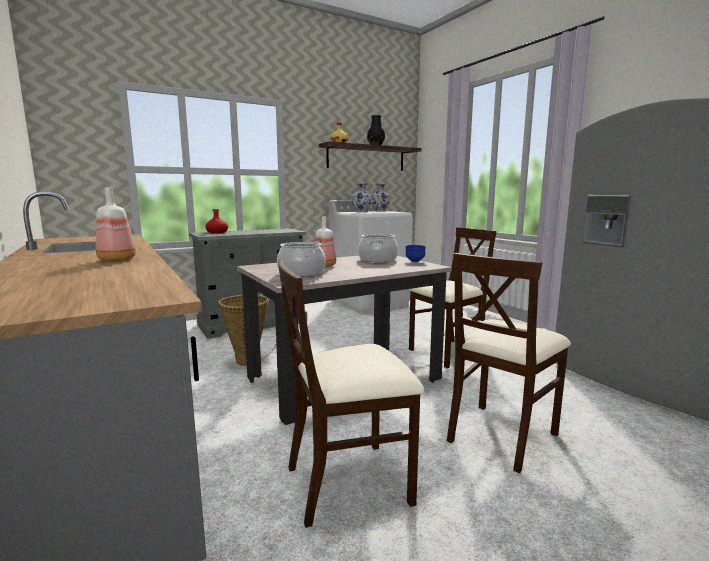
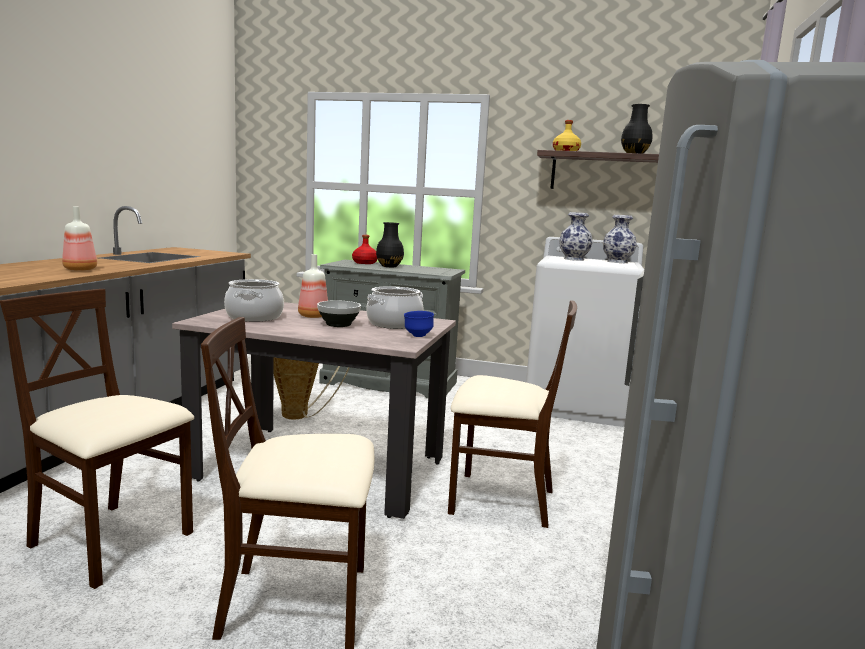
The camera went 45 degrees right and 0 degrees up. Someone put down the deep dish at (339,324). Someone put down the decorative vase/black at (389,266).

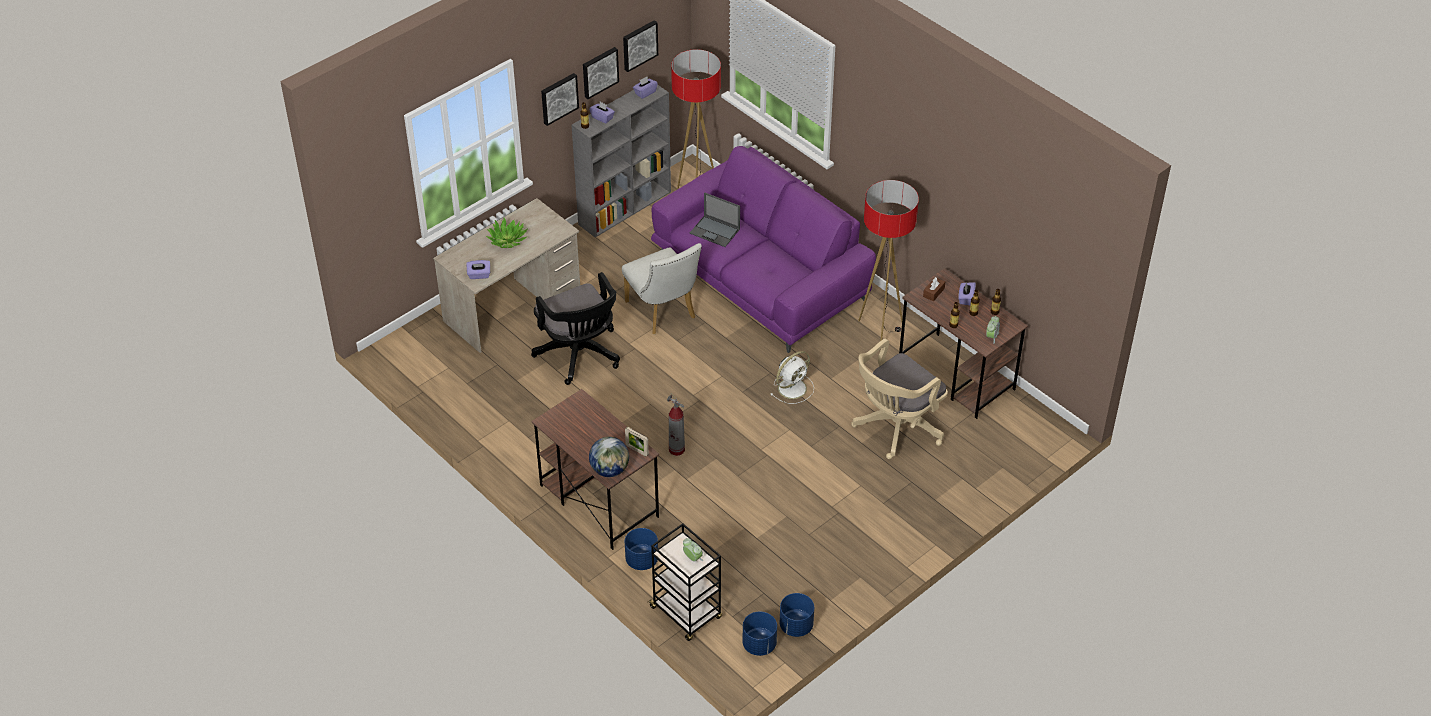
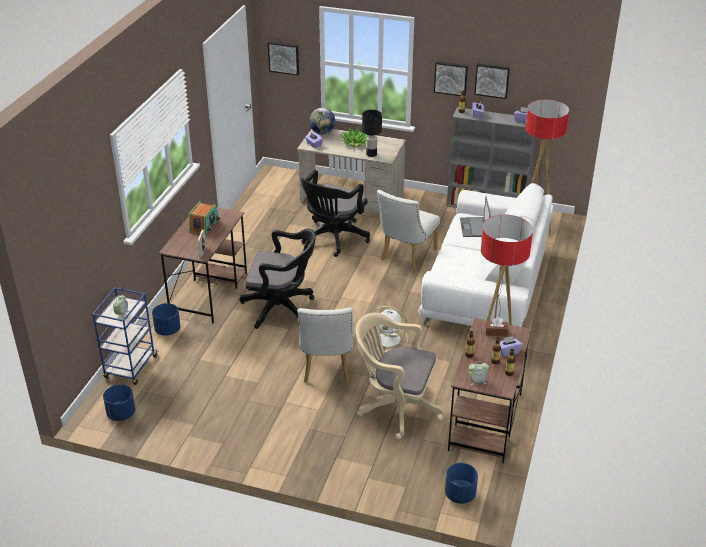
The camera went 60 degrees right and 10 degrees down. Someone put down the radio receiver at (204,225). Someone put down the chair/white at (326,369). Someone put down the table lamp/black at (371,154). Someone carried the world globe from (610,470) to (322,133). Someone carried the wall art from (639,45) to (284,57). Someone carried the plant pot/bluish from (796,626) to (460,495). Someone swapped the fire-fighting cylinder at (677,449) for the desk chair/black at (282,308). Someone repainted the wheeled cart/black at (686,613), which became the wheeled cart/bluish at (131,368). Someone repainted the settee/purplish at (761,277), which became the settee/white at (485,285).

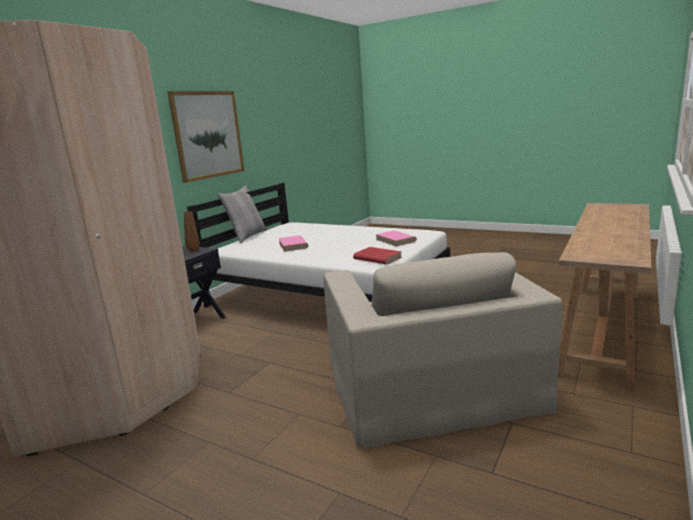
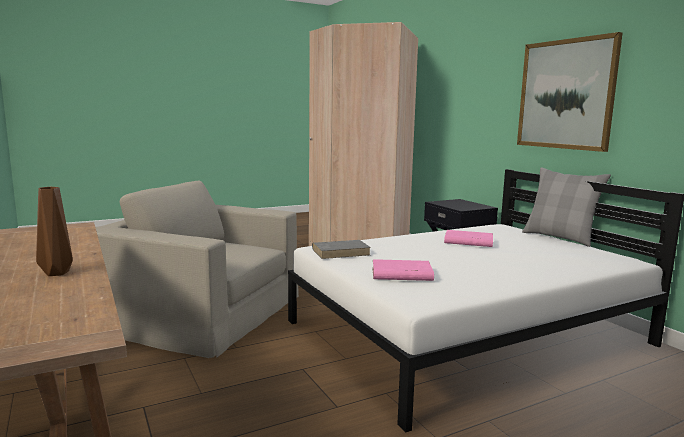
The camera went 120 degrees right and 5 degrees down. Someone carried the decorative vase/brownish from (194,250) to (55,273). Someone repainted the bound book/red at (377,258), which became the bound book/grey at (341,252).

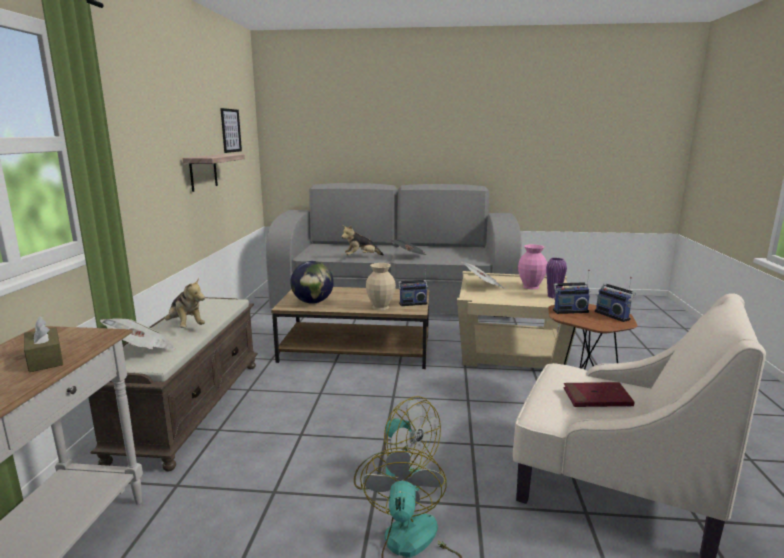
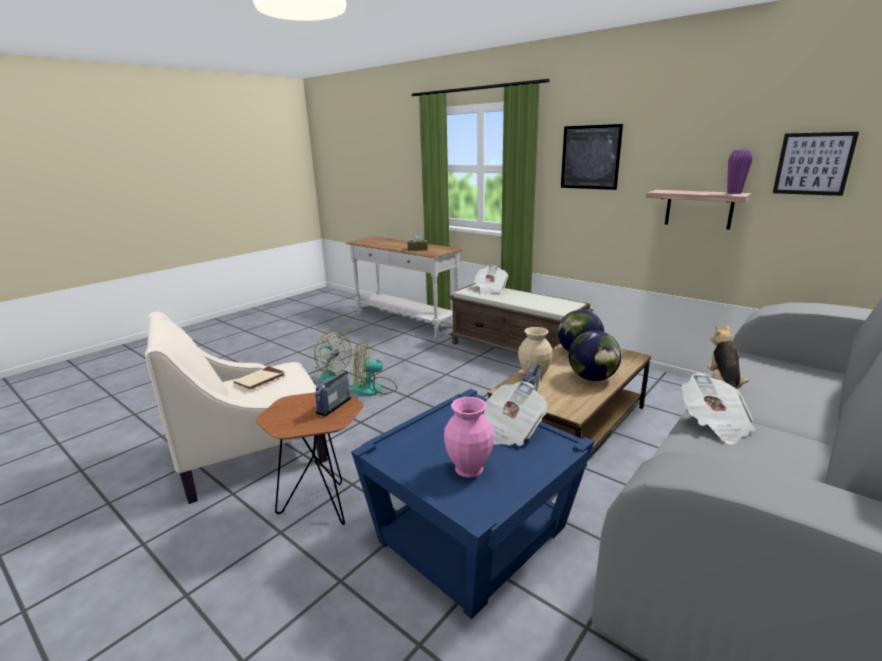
The camera went 125 degrees right and 5 degrees up. Someone took away the plush toy at (185,326). Someone took away the radio receiver at (613,315). Someone put up the wall art at (590,157). Someone put down the world globe at (592,378). Someone carried the decorative vase/purplish from (553,296) to (734,193). Someone repainted the accent table/sand-coloured at (511,351), which became the accent table/bluish at (474,535). Someone repainted the bound book/red at (597,398), which became the bound book/sand-coloured at (260,380).

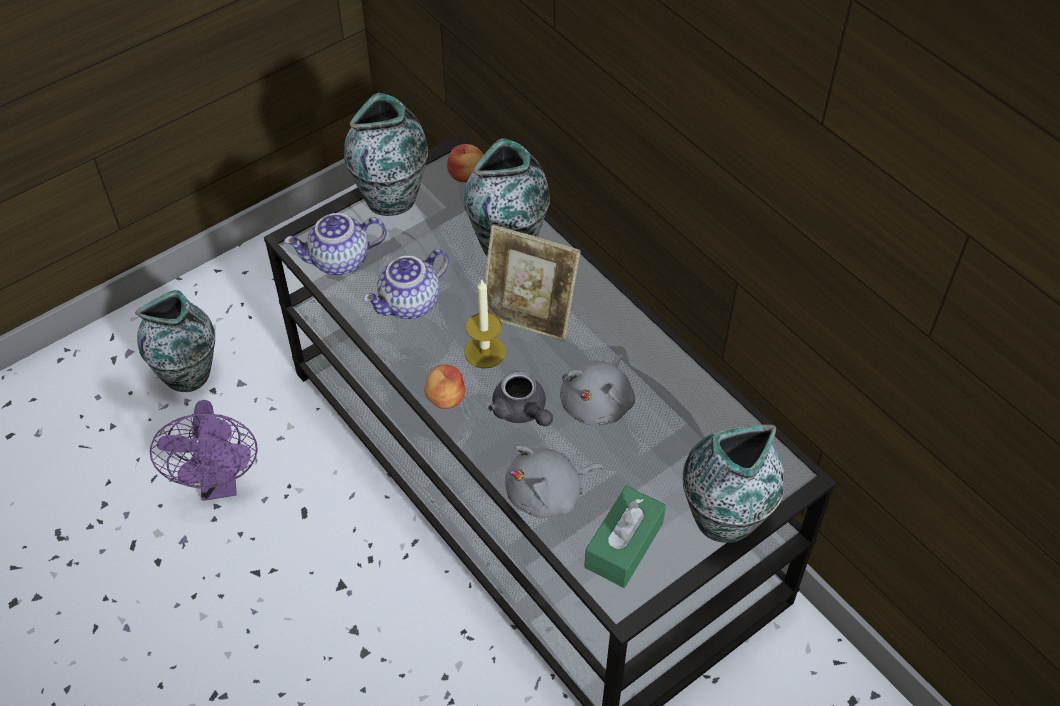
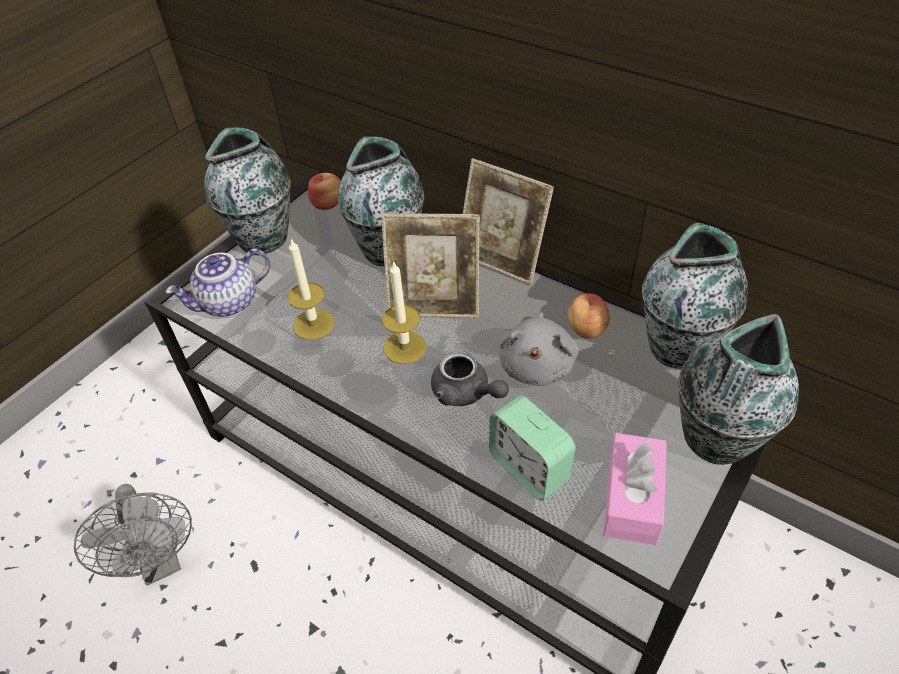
The camera went 15 degrees left and 5 degrees down. Someone put down the photo frame at (501,260). Someone carried the decorative vase from (189,374) to (679,346). Someone carried the apple fruit from (445,398) to (585,329). Someone swapped the tea pot at (410,304) for the wax candle at (313,324). Someone swapped the plush toy/grey at (548,494) for the table clock at (529,468). Someone repainted the cooling fan/purplish at (220,483), which became the cooling fan/grey at (161,562). Someone repainted the tissue box/greenish at (624,545), which became the tissue box/pink at (632,498).

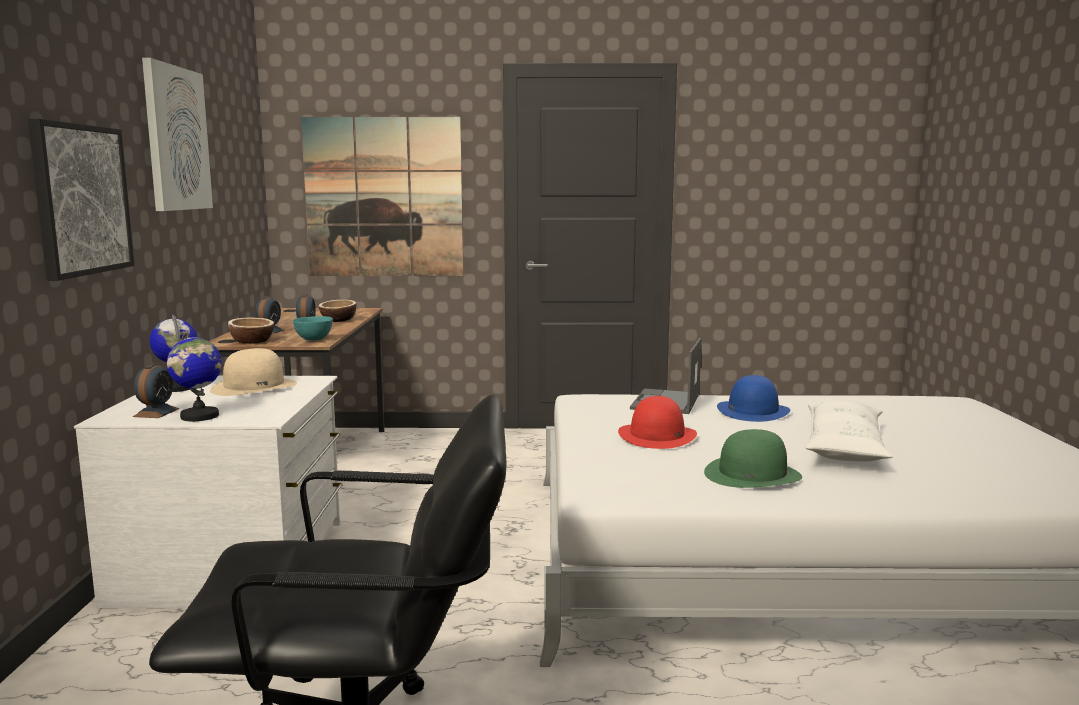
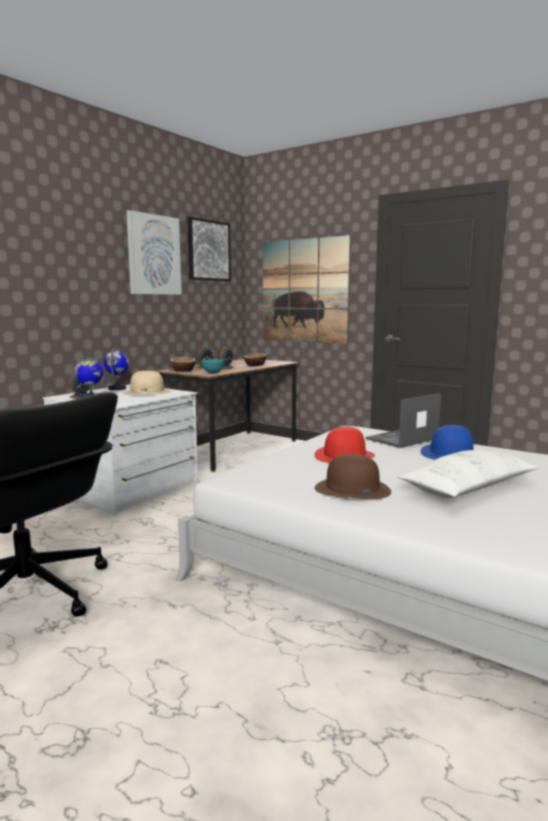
The camera went 35 degrees right and 0 degrees up. Someone carried the wall art from (81,199) to (208,250). Someone repainted the hat/greenish at (752,474), which became the hat/brownish at (352,489).

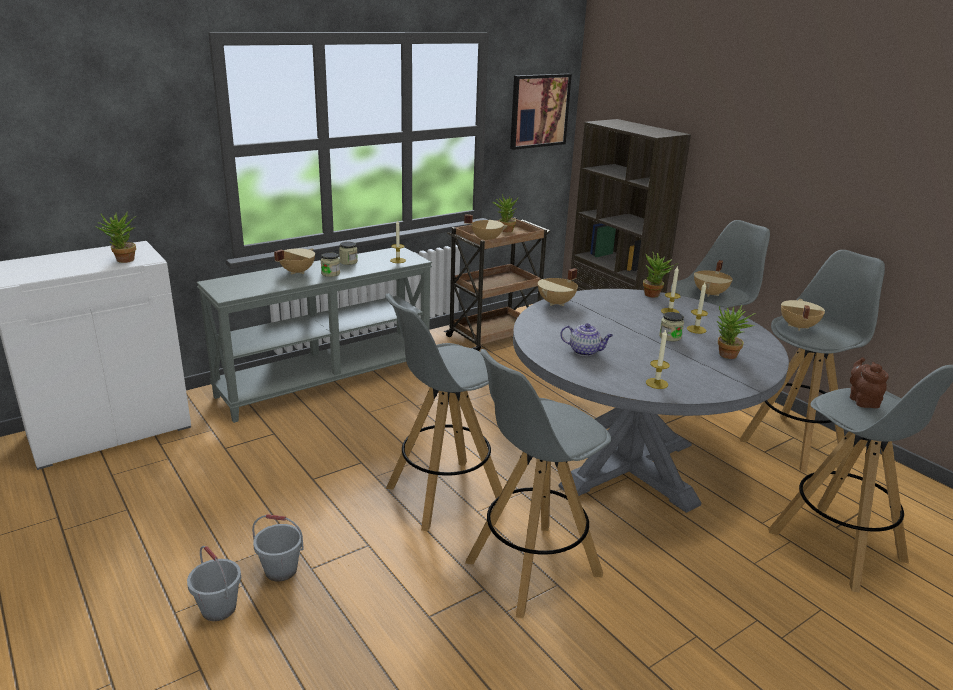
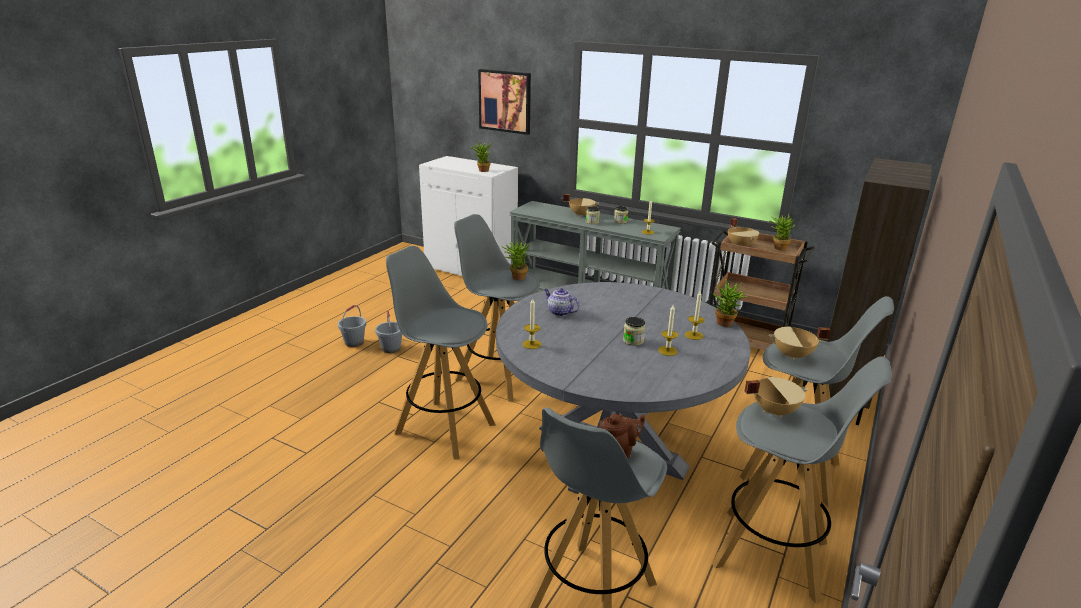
The camera went 65 degrees right and 0 degrees up. Someone took away the saucepot/sand-coloured at (556,303). Someone carried the wall art from (539,110) to (505,101). Someone carried the potted plant from (726,356) to (516,277). Someone rotated the tea pot at (585,351) by 135 degrees clockwise.

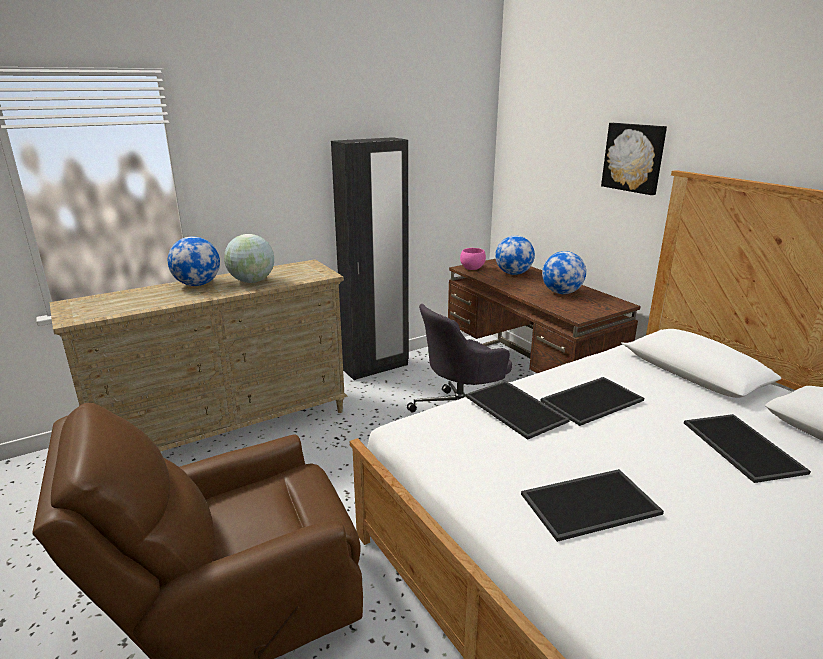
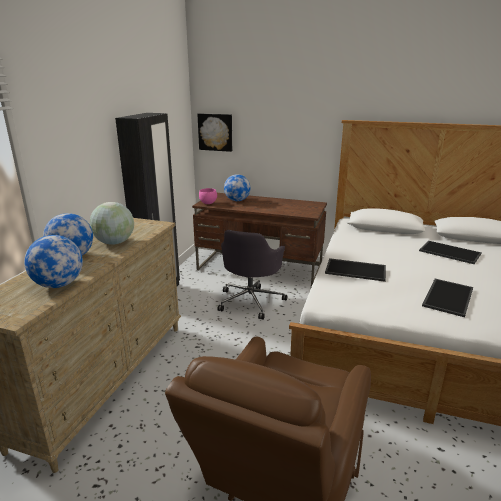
The camera went 40 degrees left and 0 degrees up. Someone took away the serving tray at (591,400). Someone carried the world globe from (561,293) to (59,285). Someone carried the wall art from (634,157) to (215,132).

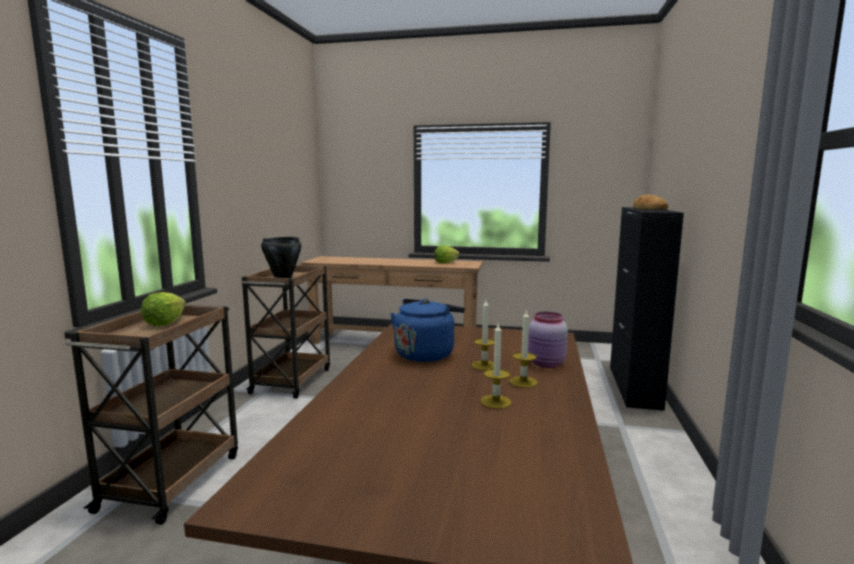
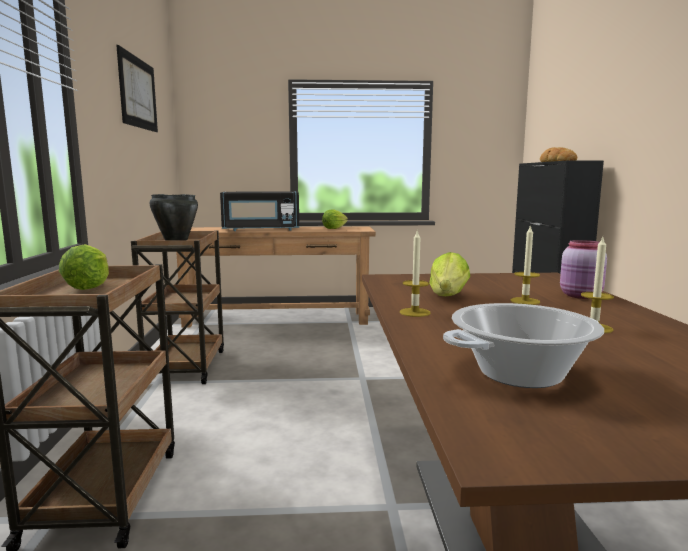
The camera went 15 degrees left and 0 degrees up. Someone put up the wall art at (138,93). Someone put down the microwave/black at (261,230). Someone put down the saucepot at (521,374). Someone carried the wax candle from (523,382) to (415,312). Someone swapped the kettle/bluish at (426,354) for the lettuce head at (448,296).

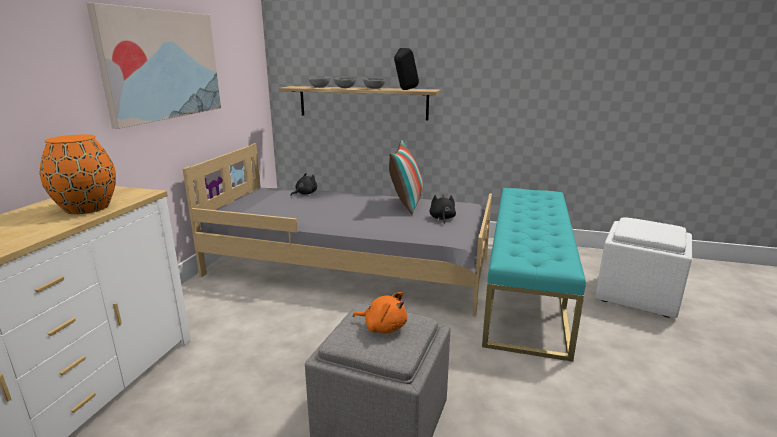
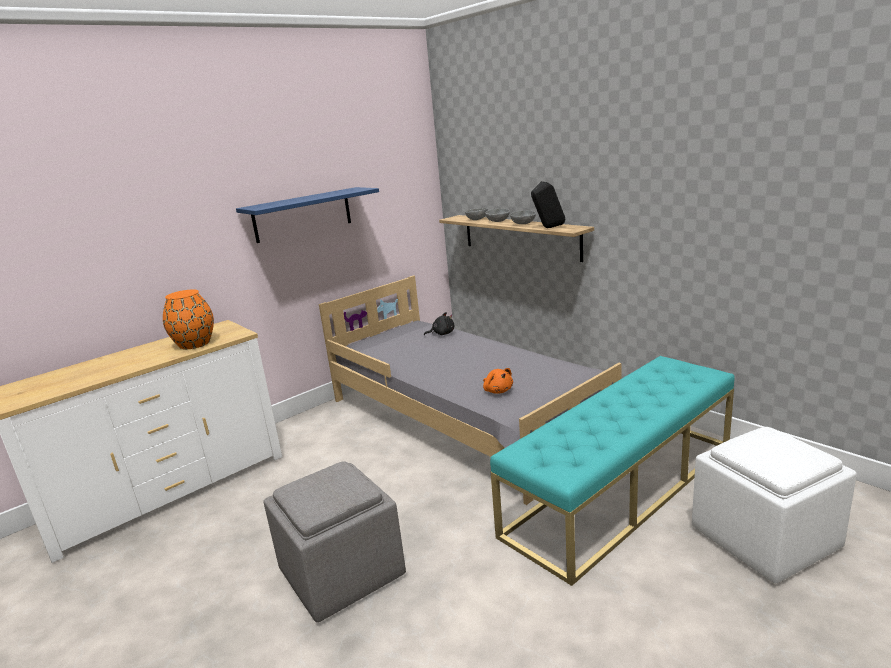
The camera went 35 degrees right and 0 degrees up. Someone took away the pillow at (406,204). Someone took away the plush toy/black at (442,218). Someone carried the plush toy/orangey from (383,327) to (497,390). Someone swapped the wall art at (162,65) for the bracket shelf/bluish at (303,214).

